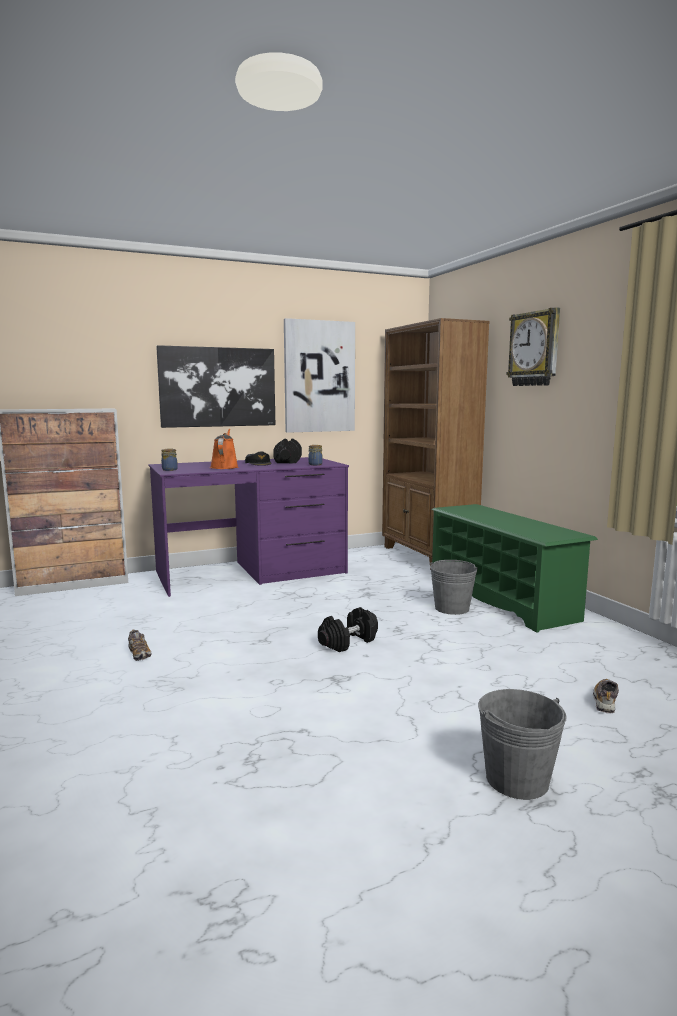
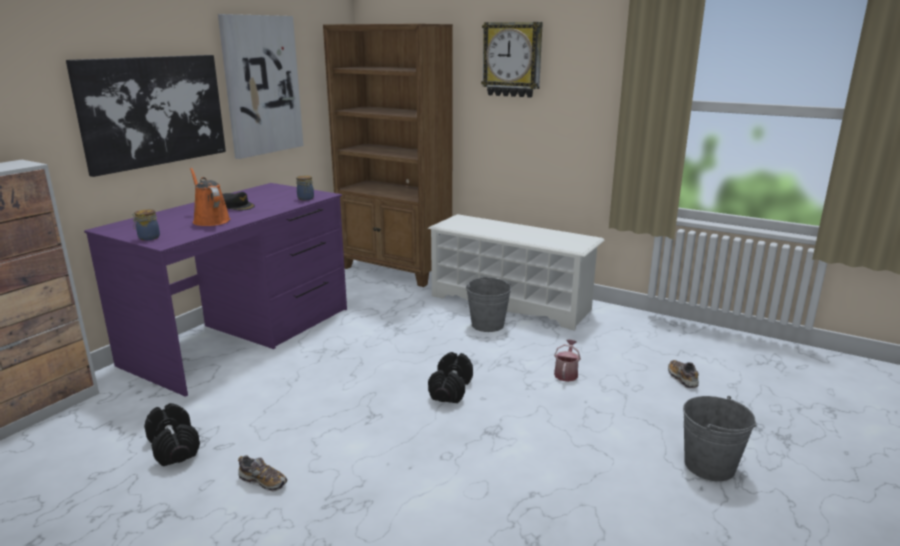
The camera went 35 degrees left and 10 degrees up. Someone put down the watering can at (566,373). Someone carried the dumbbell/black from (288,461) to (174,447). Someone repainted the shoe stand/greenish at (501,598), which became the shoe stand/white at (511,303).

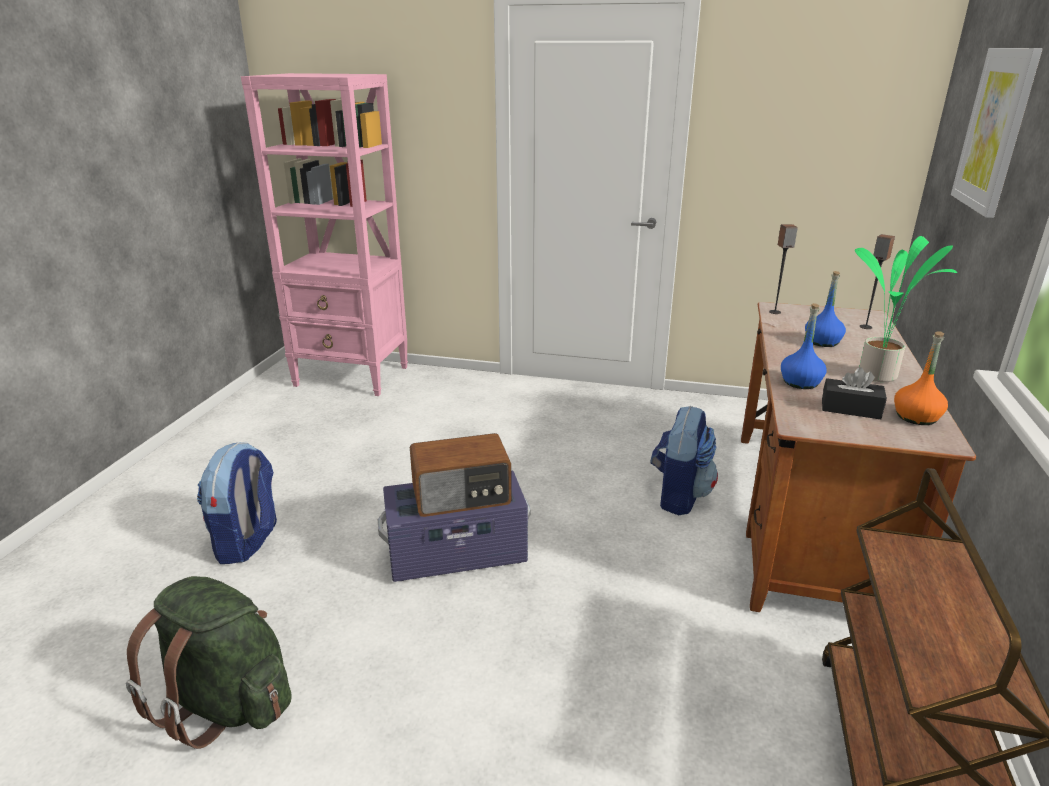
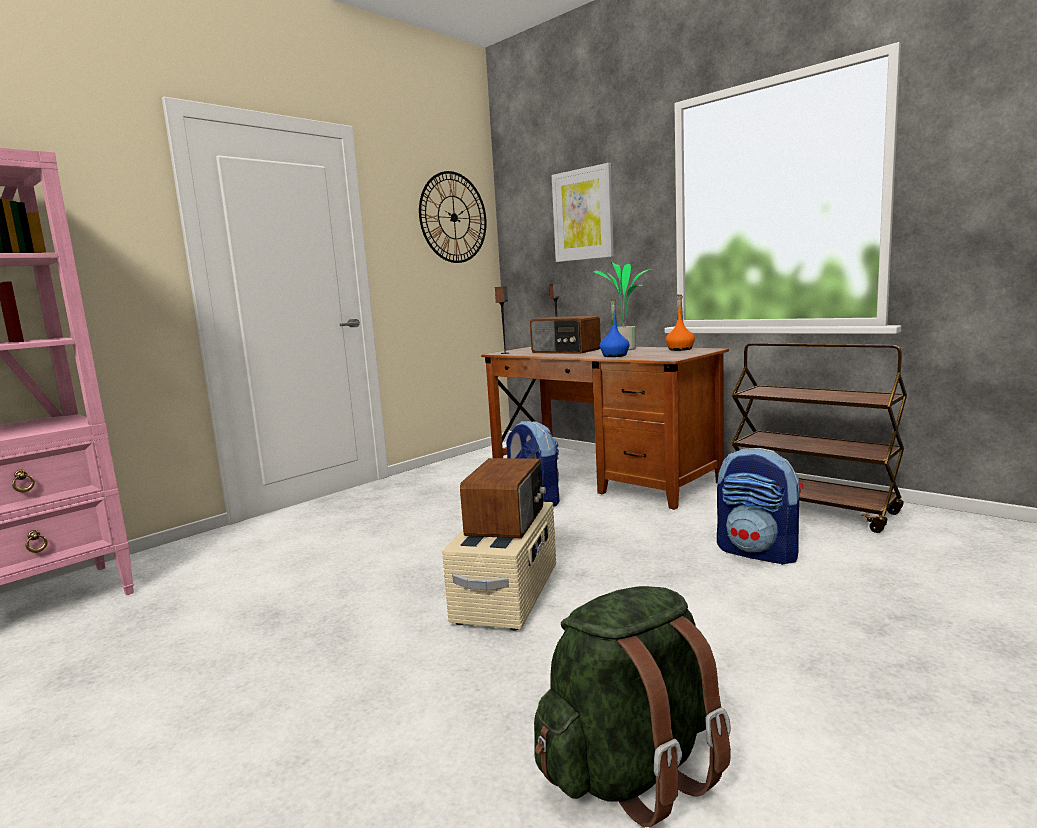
The camera went 60 degrees left and 15 degrees down. Someone took away the tissue box/black at (850,409). Someone put up the hanging clock at (453,217). Someone carried the backpack from (248,542) to (758,552). Someone swapped the bottle/bluish at (822,342) for the radio receiver at (565,351). Someone repainted the storage bin/purplish at (457,554), which became the storage bin/sand-coloured at (507,594).

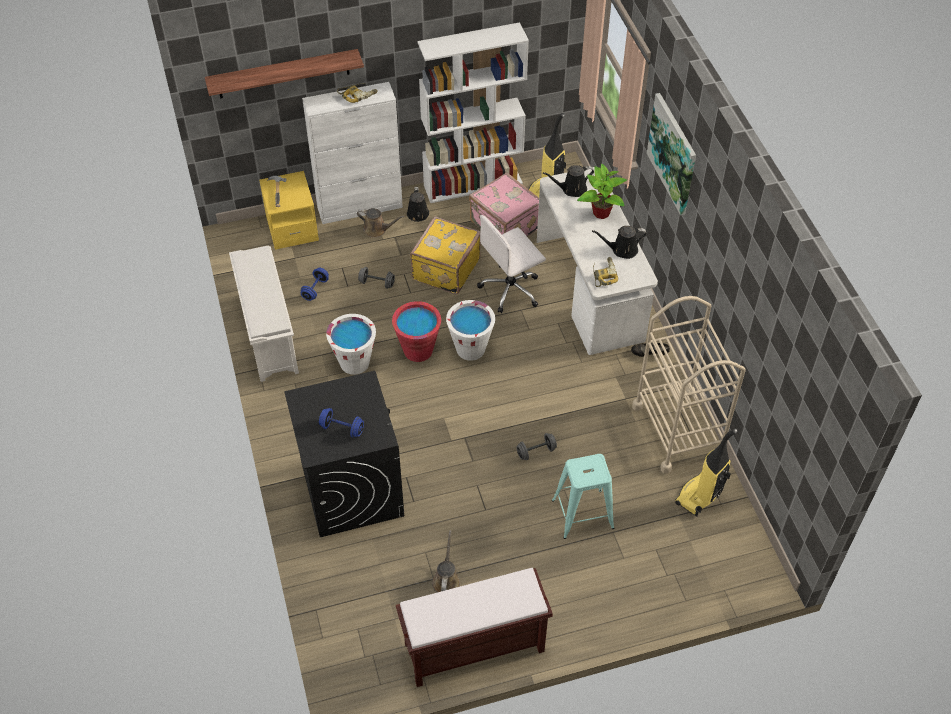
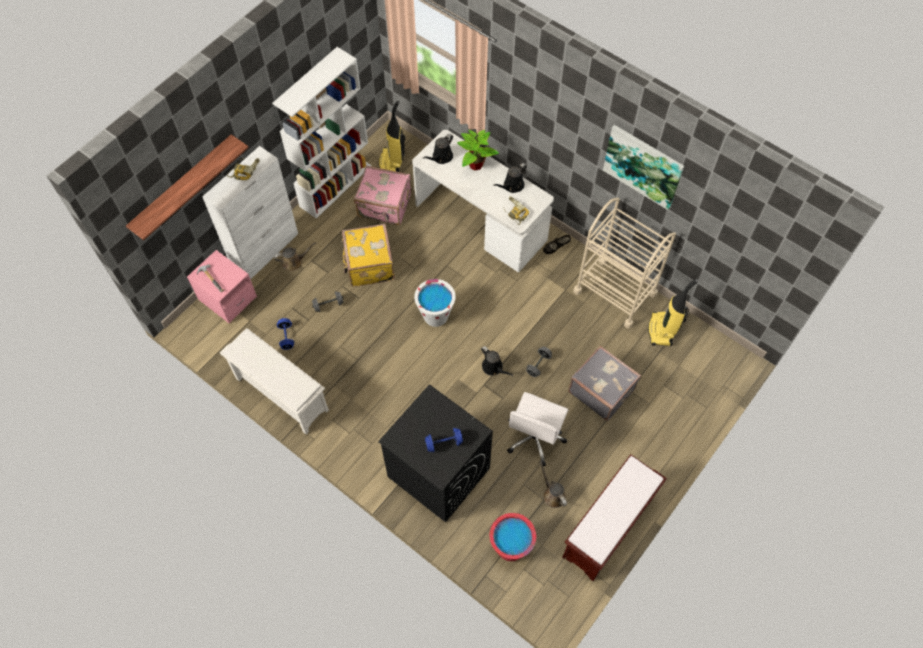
The camera went 35 degrees left and 10 degrees up. Someone took away the pail/white at (354,363). Someone carried the pail/red from (418,350) to (510,547). Someone carried the watering can/black from (418,215) to (493,367). Someone carried the desk chair/white from (511,289) to (535,437). Someone carried the wall art from (673,153) to (643,166). Someone swapped the stool/turquoise at (582,514) for the travel case/grey at (601,390). Someone repainted the bedside table/yellow-coloured at (292,228), which became the bedside table/pink at (227,298).

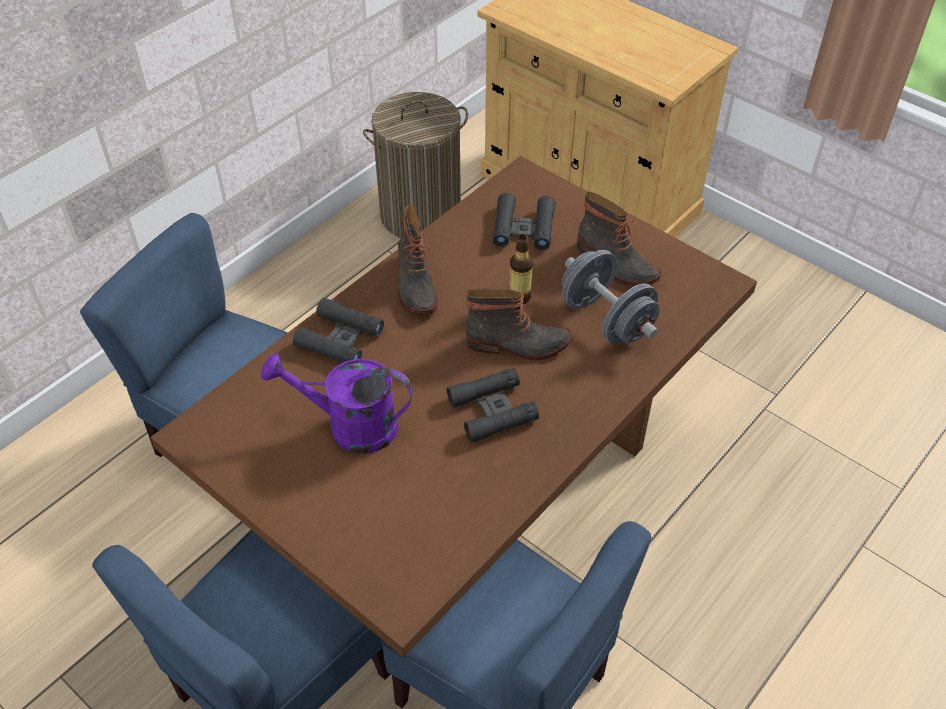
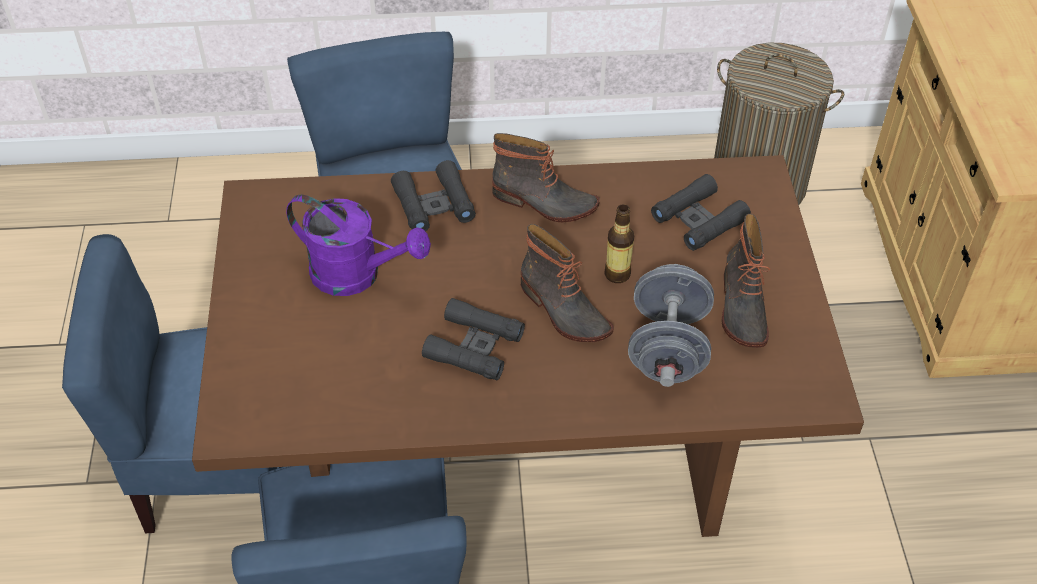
The camera went 45 degrees right and 0 degrees up. Someone rotated the watering can/purplish at (350,426) by 150 degrees clockwise. Someone rotated the tall boot at (414,285) by 105 degrees counterclockwise.

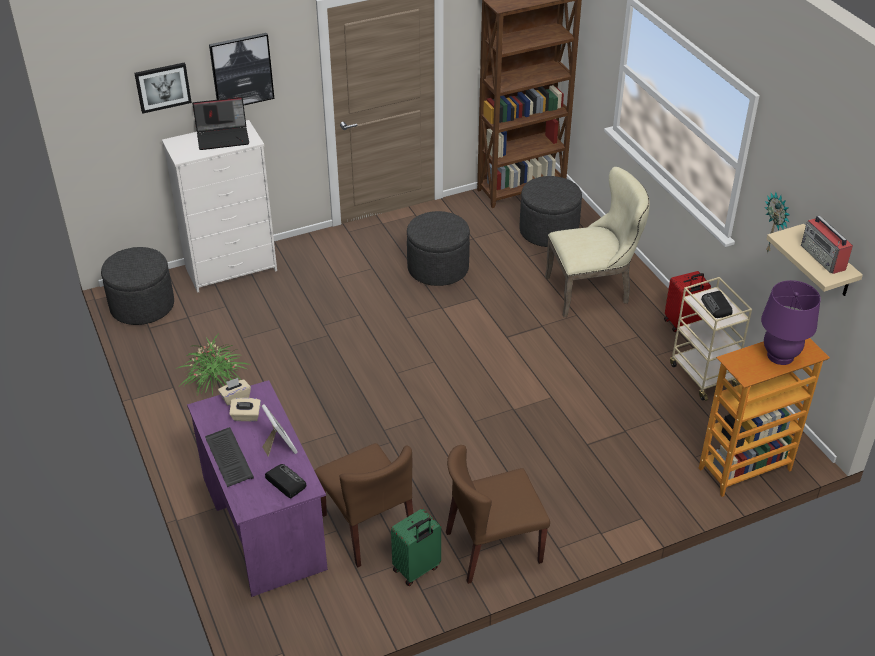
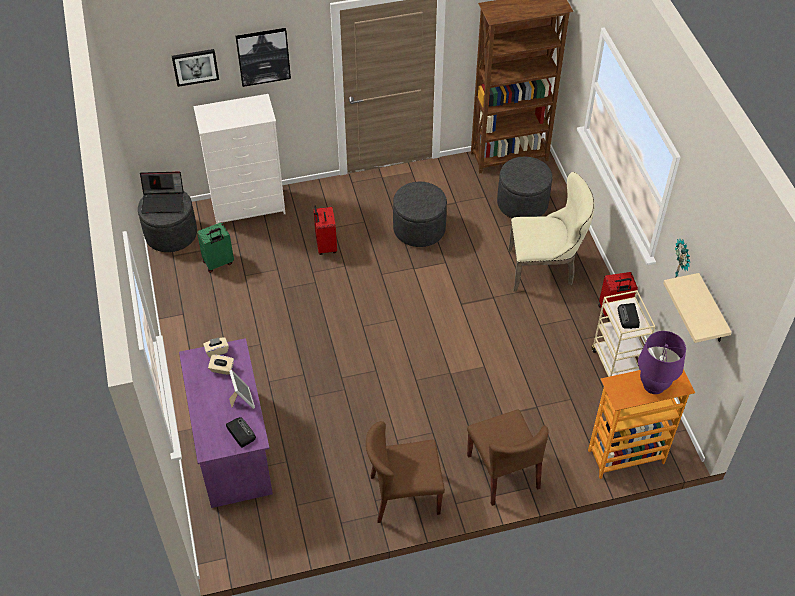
The camera went 10 degrees right and 10 degrees up. Someone took away the potted plant at (214,378). Someone took away the PC keyboard at (228,458). Someone took away the radio receiver at (823,257). Someone put down the travel case/red at (325,246). Someone carried the portable computer from (223,137) to (163,201). Someone carried the chair/brownish from (368,527) to (503,472). Someone carried the travel case/greenish from (417,569) to (218,263).

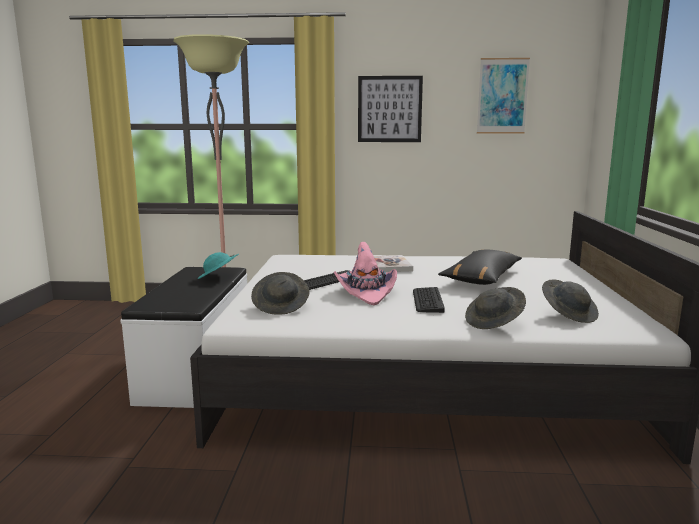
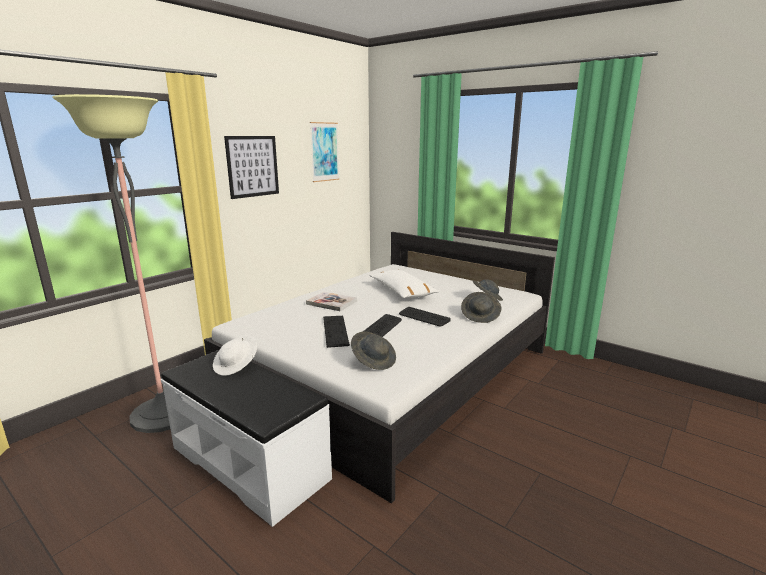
The camera went 55 degrees left and 5 degrees up. Someone swapped the hat/pink at (366,293) for the PC keyboard at (382,327). Someone repainted the hat/turquoise at (218,277), which became the hat/white at (236,365). Someone repainted the pillow/black at (482,278), which became the pillow/white at (402,291).

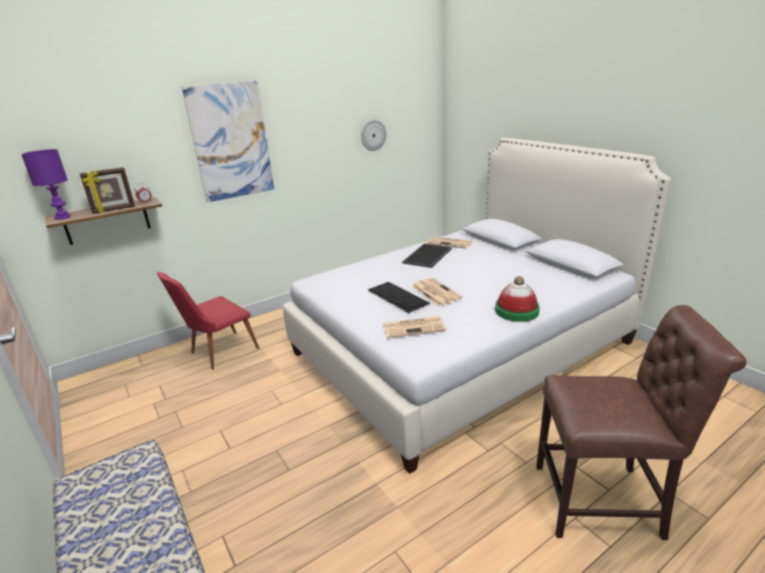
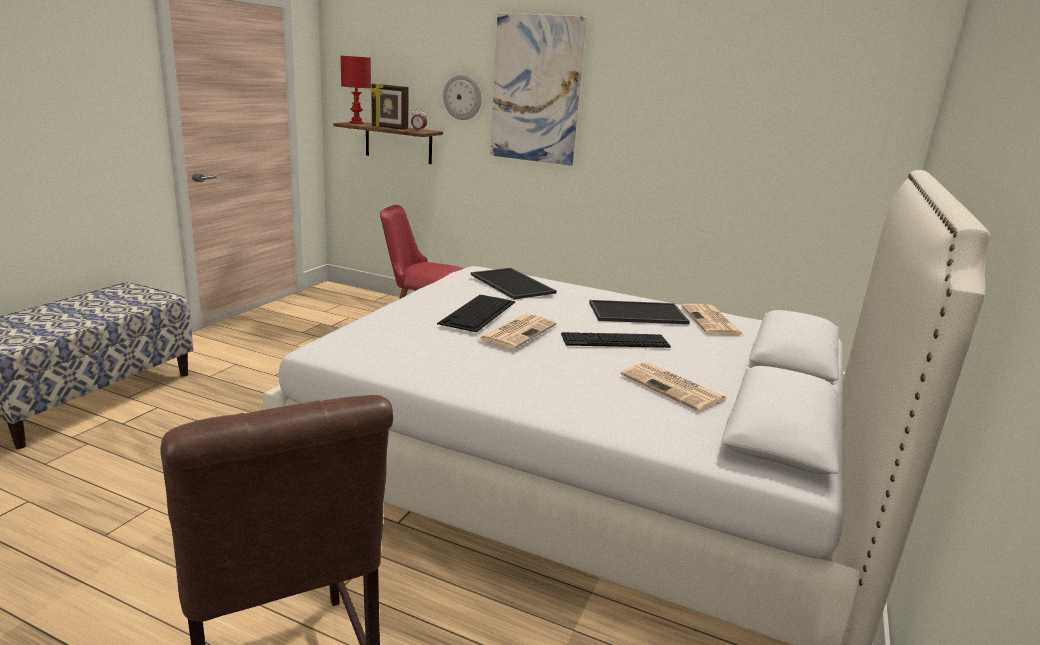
The camera went 55 degrees right and 5 degrees down. Someone took away the hat at (516,311). Someone put down the serving tray at (513,284). Someone put down the PC keyboard at (615,340). Someone carried the hanging clock from (373,135) to (463,97). Someone carried the printed paper from (414,327) to (674,387). Someone repainted the table lamp/purplish at (63,217), which became the table lamp/red at (356,123).

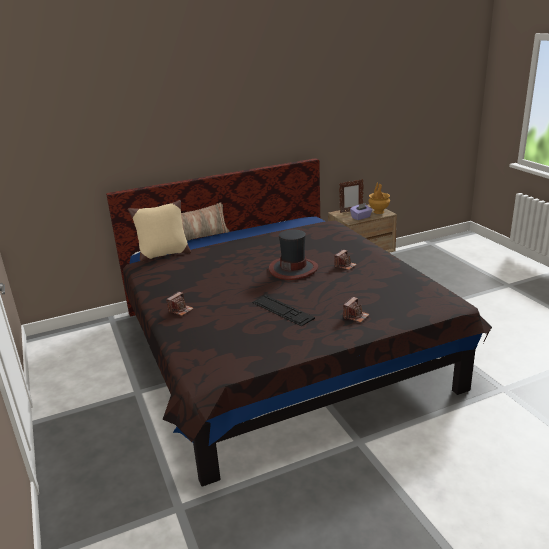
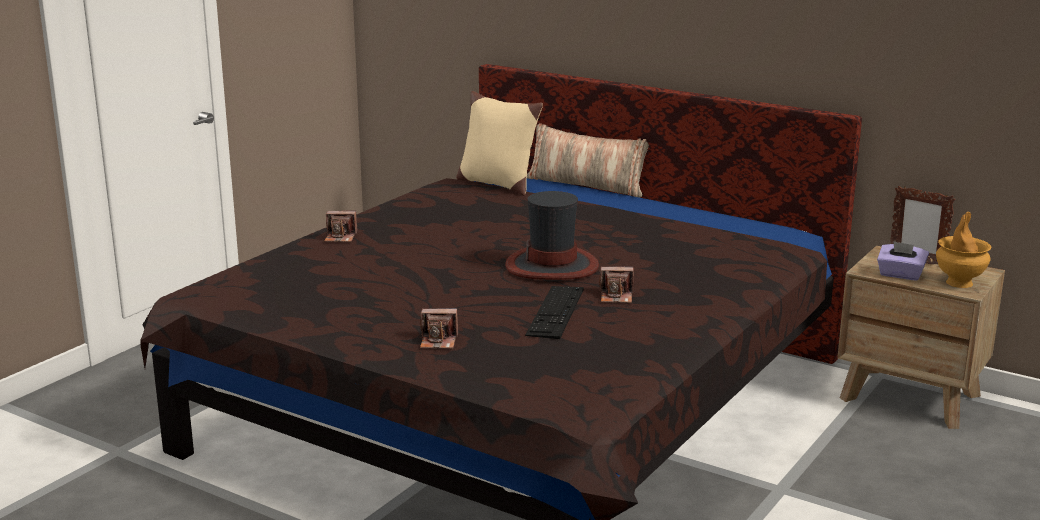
The camera went 55 degrees right and 5 degrees down. Someone carried the PC keyboard from (282,310) to (555,311).

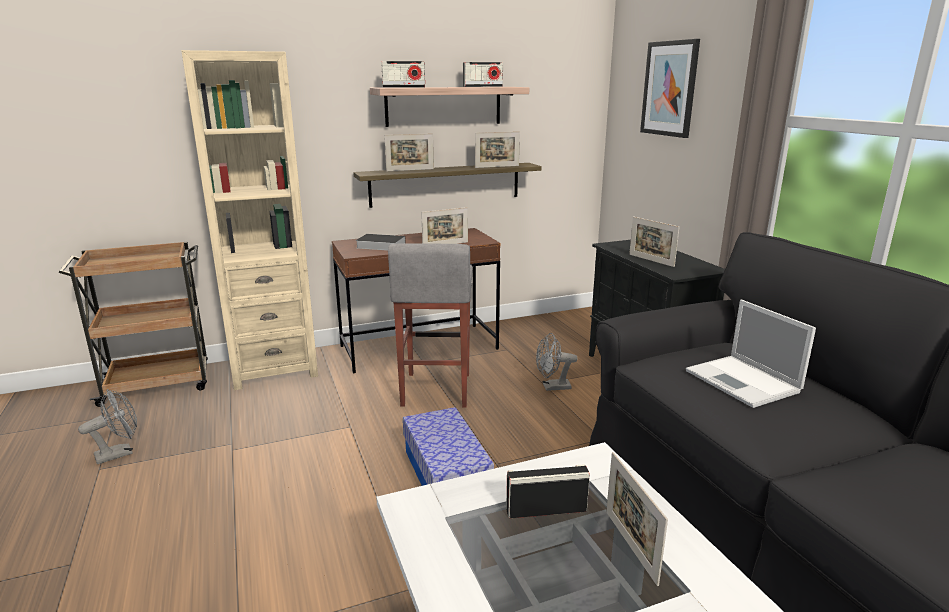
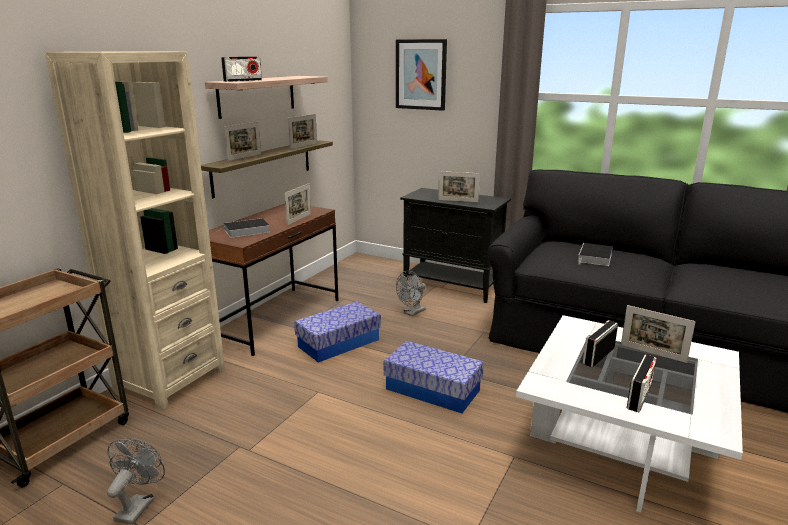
The camera went 40 degrees left and 0 degrees up. Someone carried the radio receiver from (482,86) to (639,396). Someone swapped the stool/grey at (435,390) for the storage bin at (338,343). Someone swapped the portable computer at (744,382) for the bound book at (595,258).

